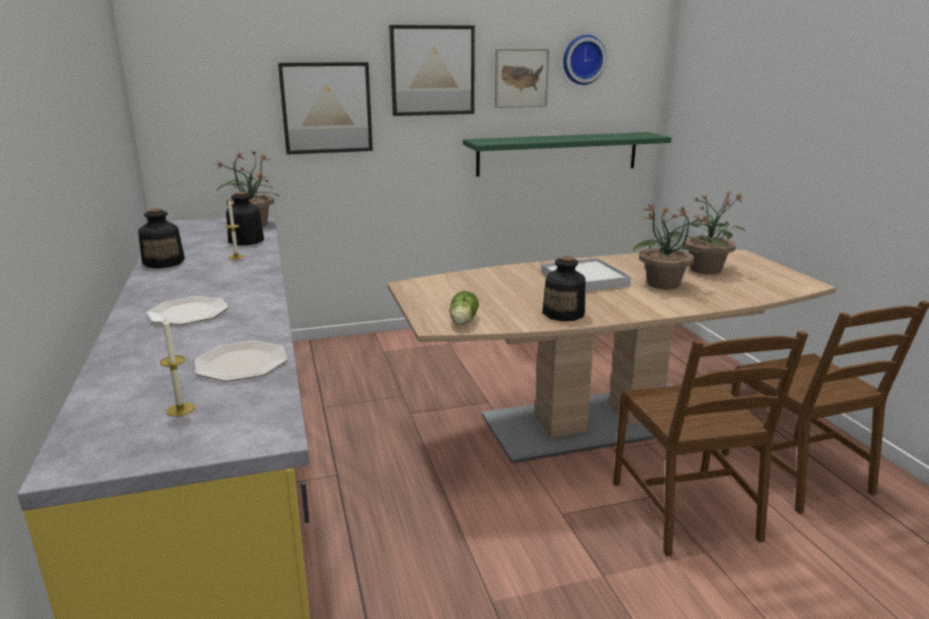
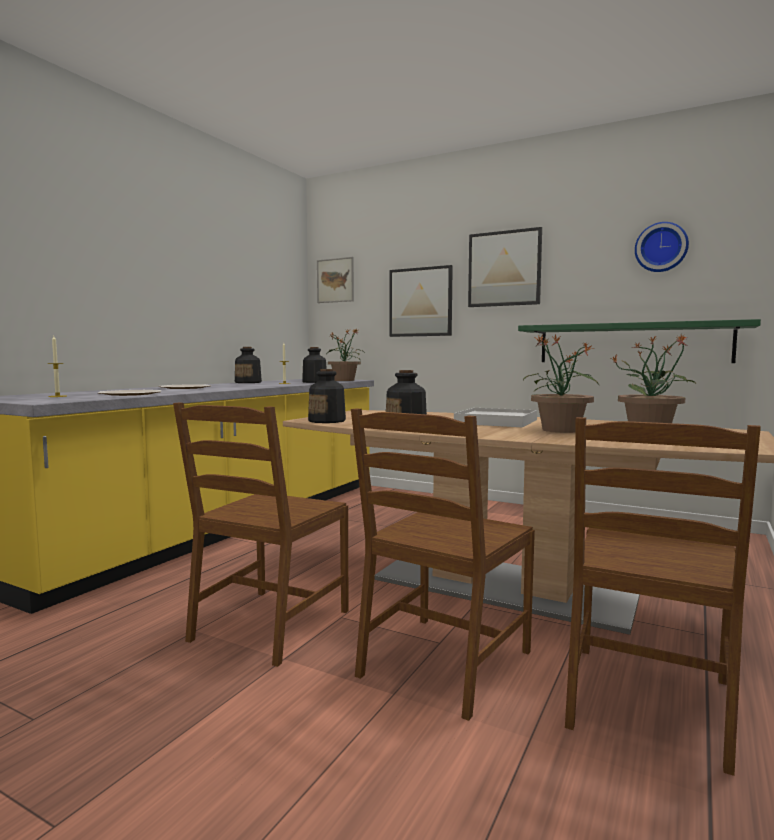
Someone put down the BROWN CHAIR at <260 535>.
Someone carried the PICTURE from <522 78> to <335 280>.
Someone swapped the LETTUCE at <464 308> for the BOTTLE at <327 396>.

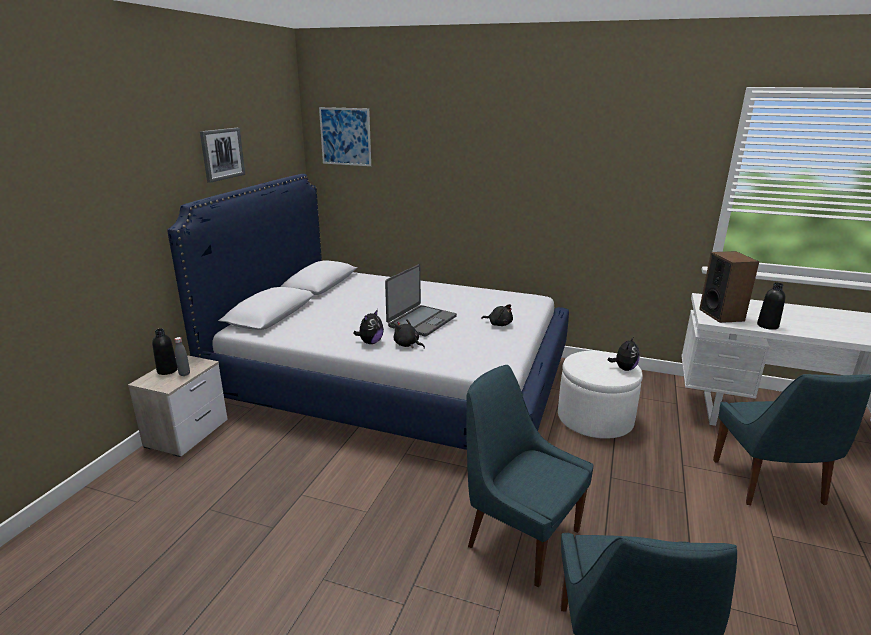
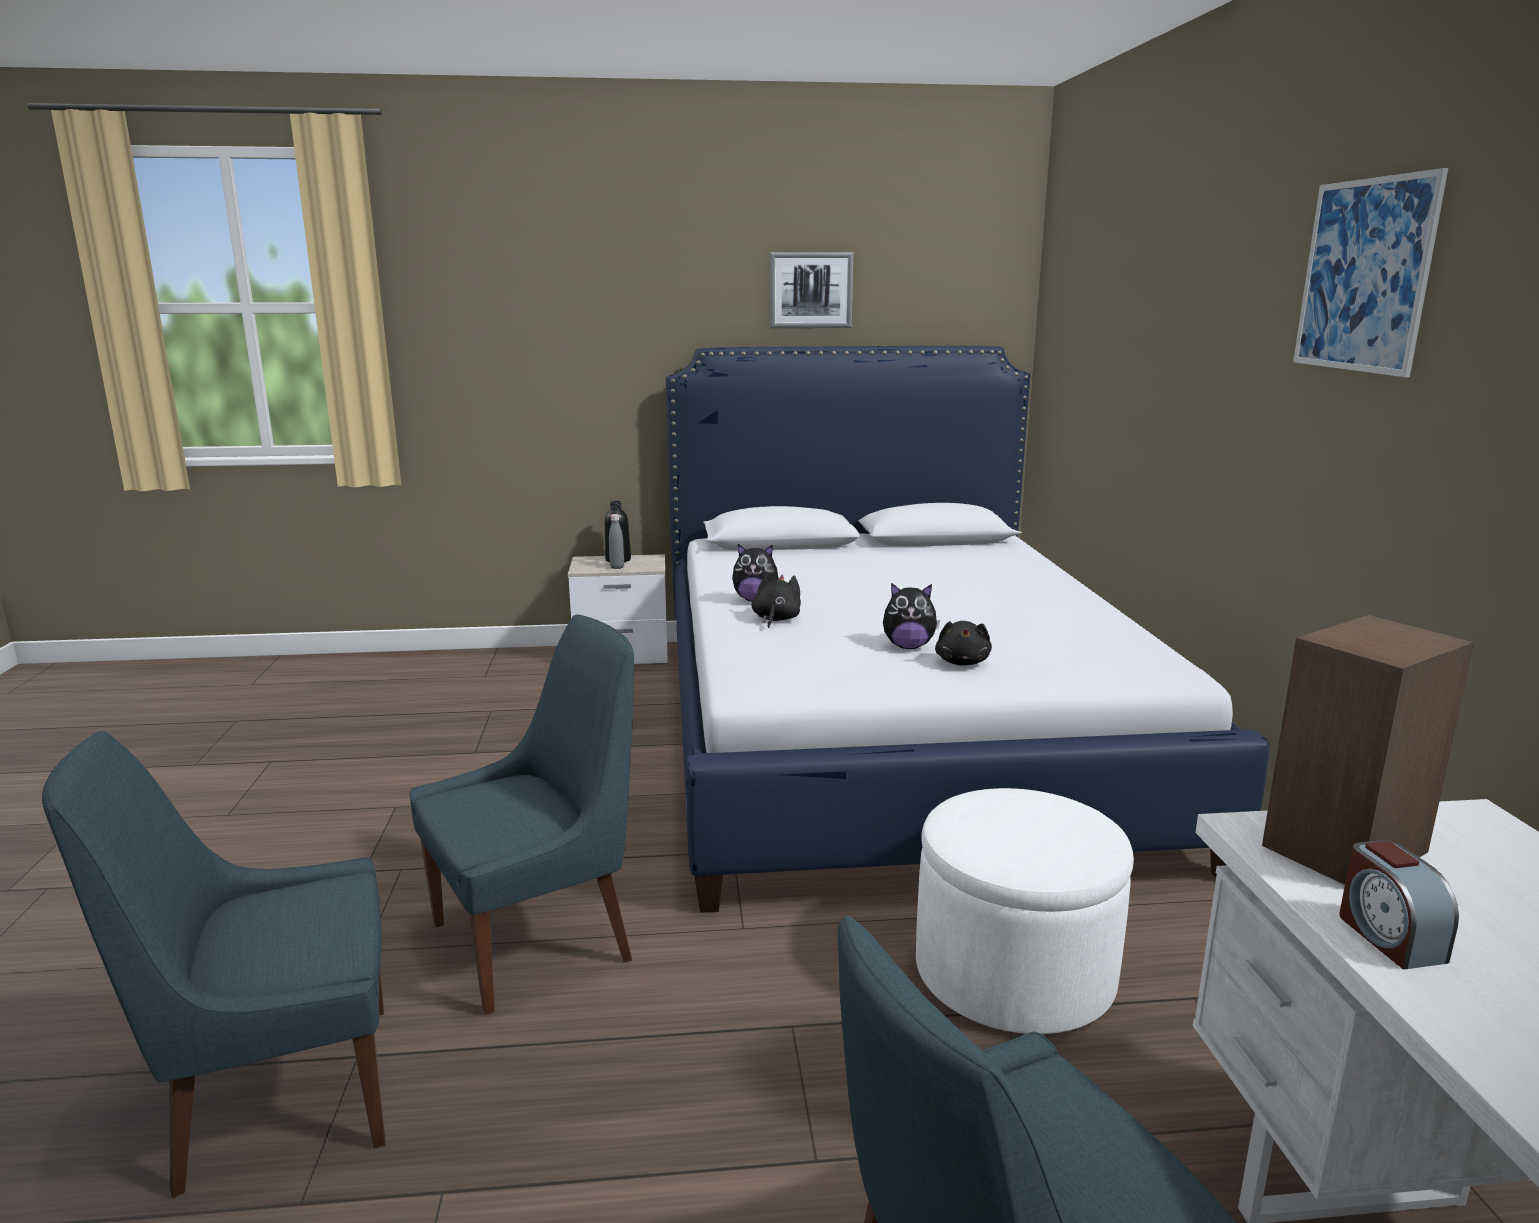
Someone took away the LAPTOP at <421 300>.
Someone carried the PICTURE from <345 136> to <1370 272>.
Someone carried the PLUSH TOY from <623 353> to <911 616>.
Someone swapped the BLACK BOTTLE at <771 306> for the ALARM CLOCK at <1399 905>.
Someone rotated the BLUE CHAIR at <530 476> by 45 degrees clockwise.

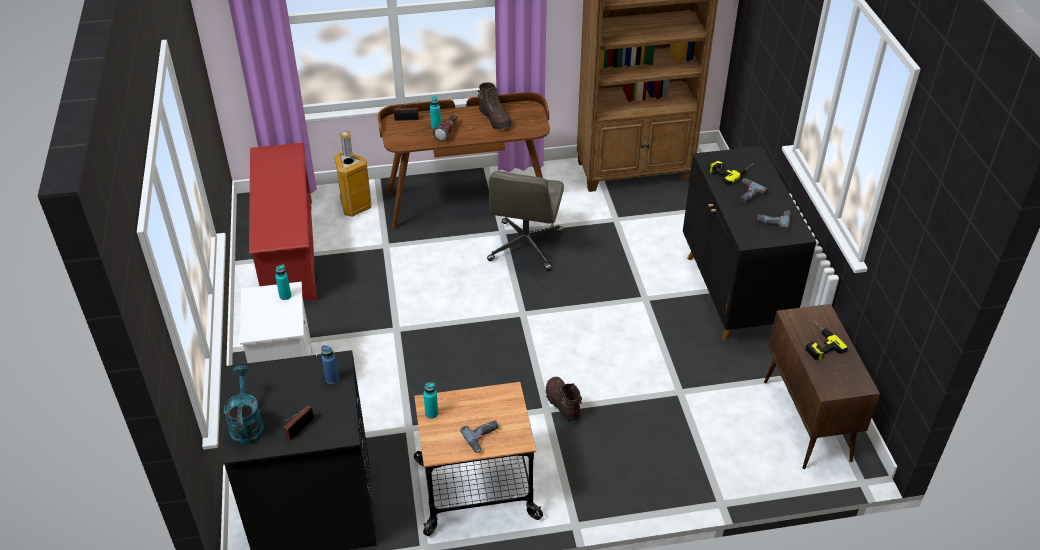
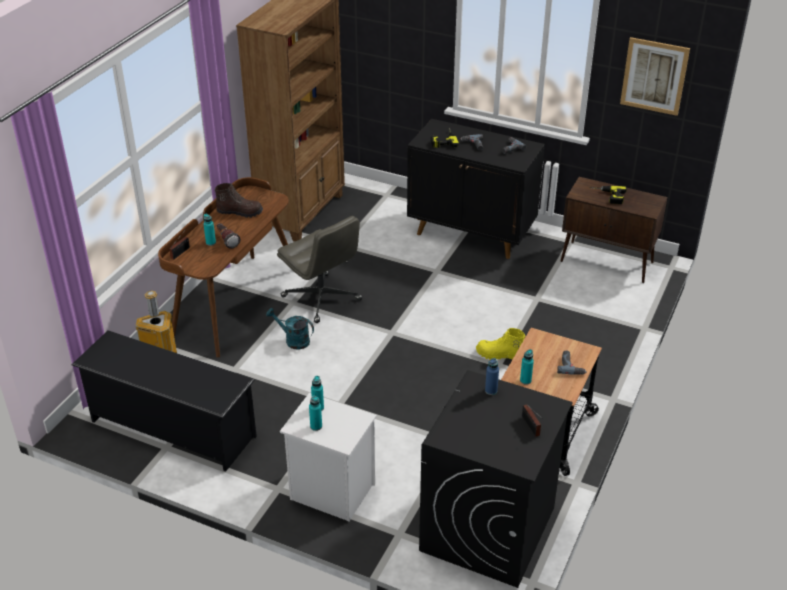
Someone put down the TURQUOISE BOTTLE at <315 413>.
Someone put up the PICTURE at <655 76>.
Someone carried the TURQUOISE WATERING CAN from <244 405> to <290 329>.
Someone repainted the RED SHOE RACK at <283 221>, which became the BLACK SHOE RACK at <164 401>.
Someone repainted the BROWN BOOT at <564 399>, which became the YELLOW BOOT at <500 344>.

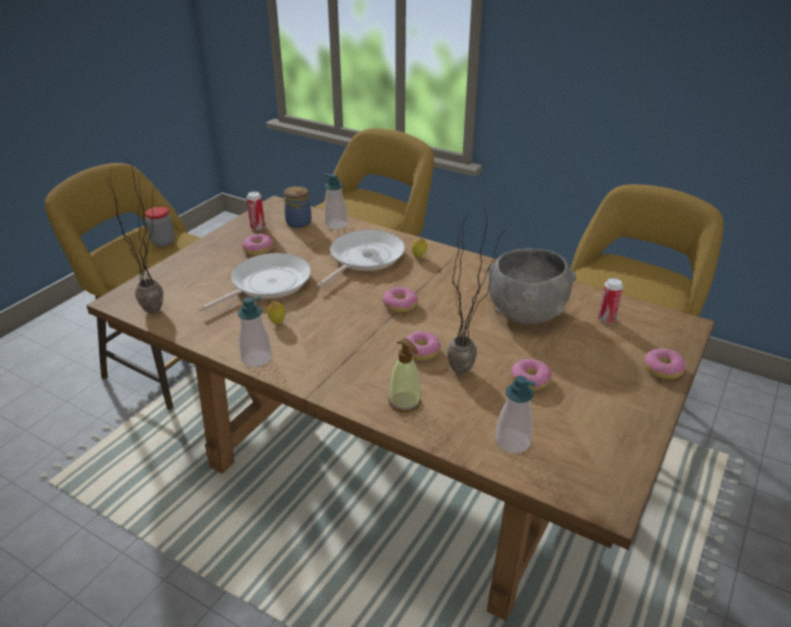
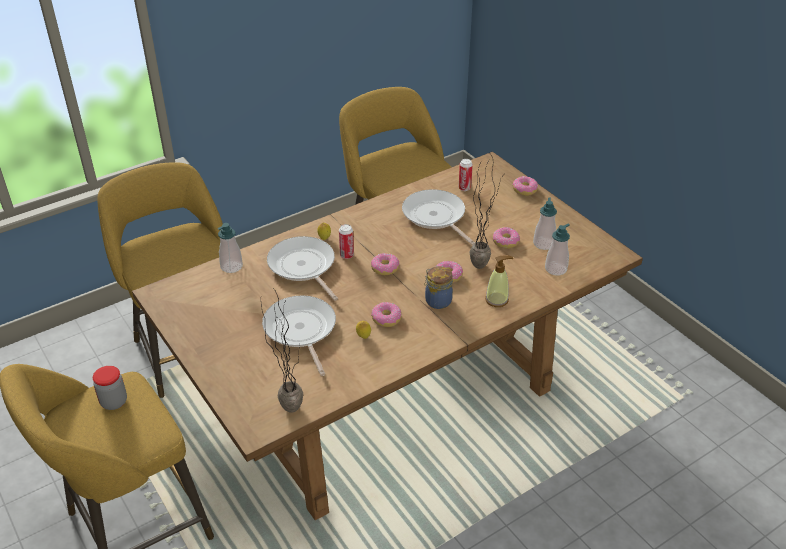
Someone carried the SOAP DISPENSER from <254 332> to <545 223>.
Someone carried the DONUT from <257 244> to <386 314>.
Someone carried the CAN from <256 210> to <346 241>.
Someone carried the JAR from <298 207> to <438 287>.
Someone swapped the GREY BOWL at <532 286> for the FRYING PAN at <438 217>.

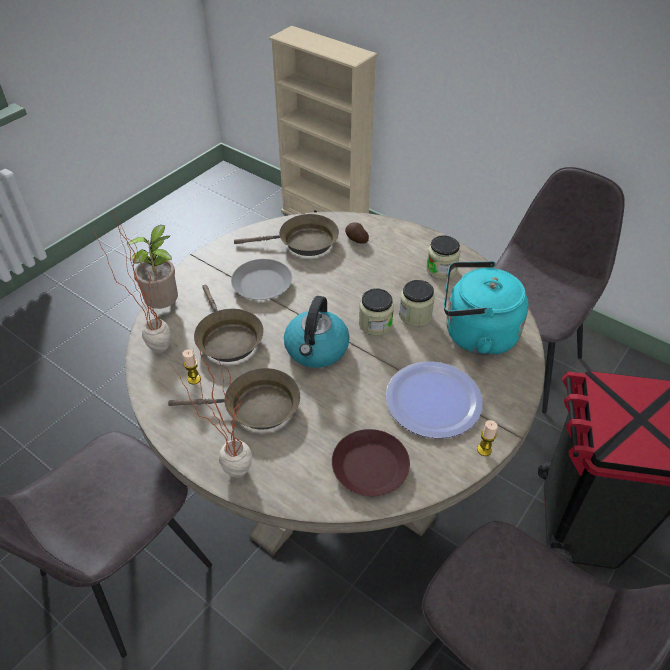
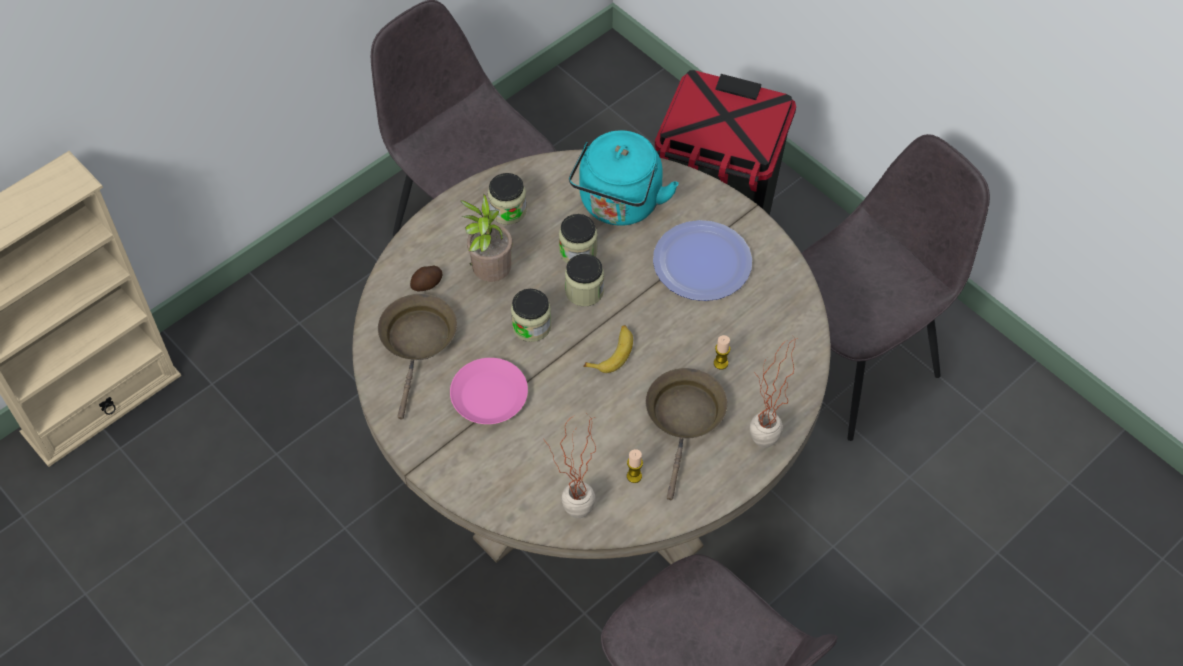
Someone took away the BROWN FRYING PAN at <229 323>.
Someone took away the BROWN PLATE at <371 462>.
Someone put down the JAR at <531 315>.
Someone carried the POTTED PLANT from <153 267> to <486 238>.
Someone carried the CANDLE from <487 438> to <722 352>.
Someone swapped the KETTLE at <317 332> for the BANANA at <608 349>.
Someone repainted the GREY PLATE at <261 279>, which became the PINK PLATE at <489 391>.

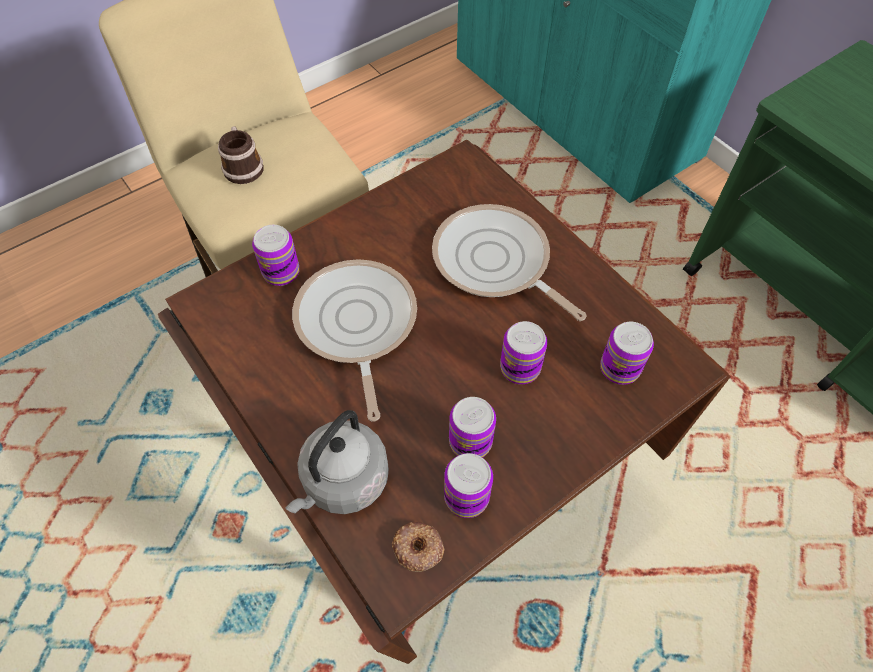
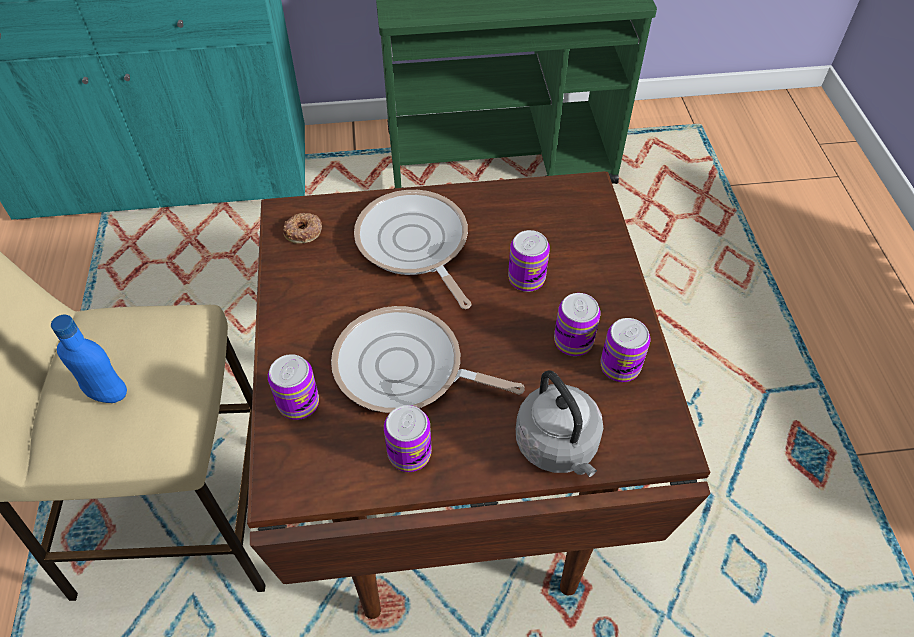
Someone carried the DONUT from <418 547> to <302 228>.
Someone carried the CAN from <627 353> to <408 438>.
Someone swapped the MUG at <241 155> for the BLUE BOTTLE at <89 359>.
Someone rotated the FRYING PAN at <509 262> by 75 degrees clockwise.

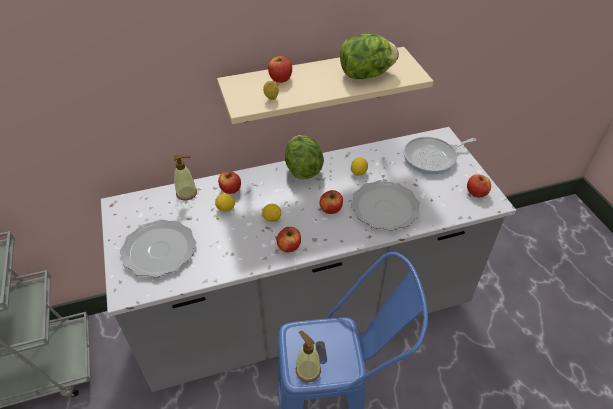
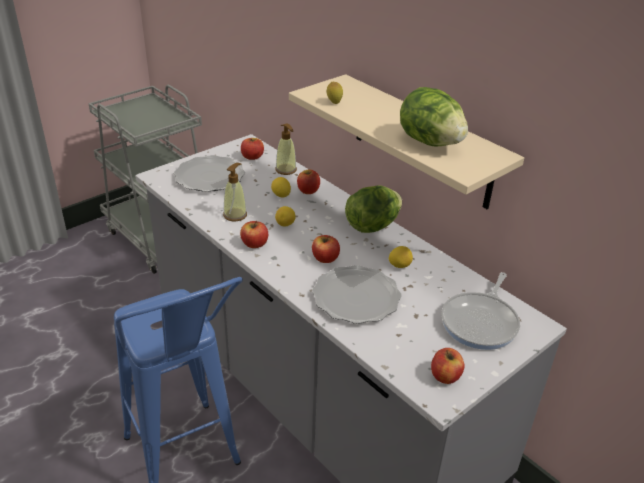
Someone carried the APPLE from <280 69> to <252 149>.
Someone carried the SOAP DISPENSER from <308 356> to <235 192>.
Someone rotated the FRYING PAN at <440 156> by 105 degrees counterclockwise.

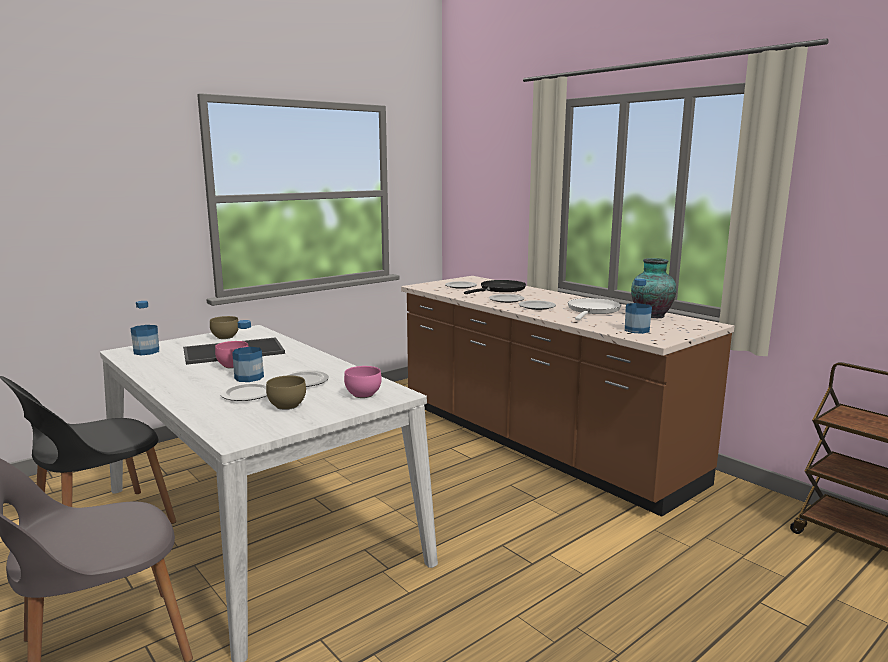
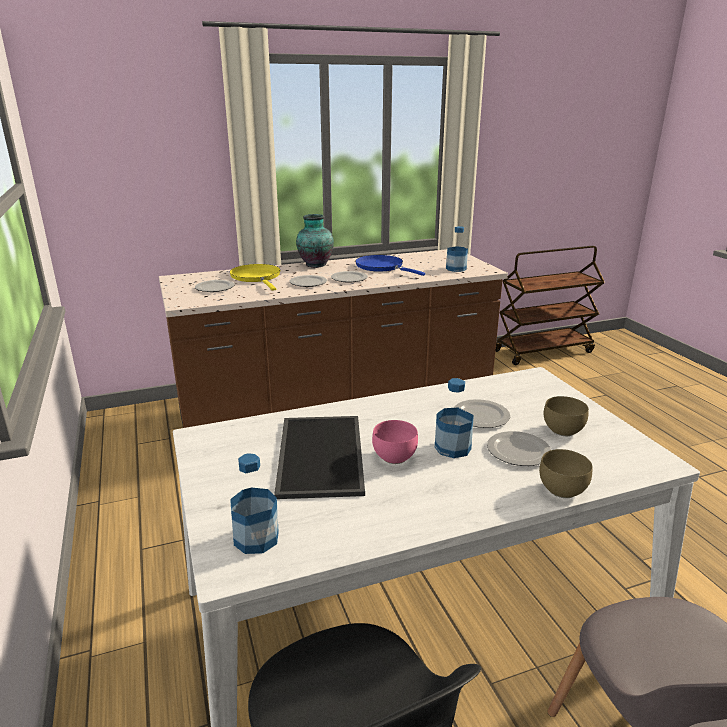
Someone took away the PINK BOWL at <363 382>.
Someone carried the BROWN BOWL from <224 327> to <566 473>.
Someone carried the VASE from <653 288> to <315 241>.
Someone repainted the BLACK FRYING PAN at <495 287>, which became the YELLOW FRYING PAN at <254 277>.
Someone repainted the WHITE FRYING PAN at <594 309>, which became the BLUE FRYING PAN at <390 265>.

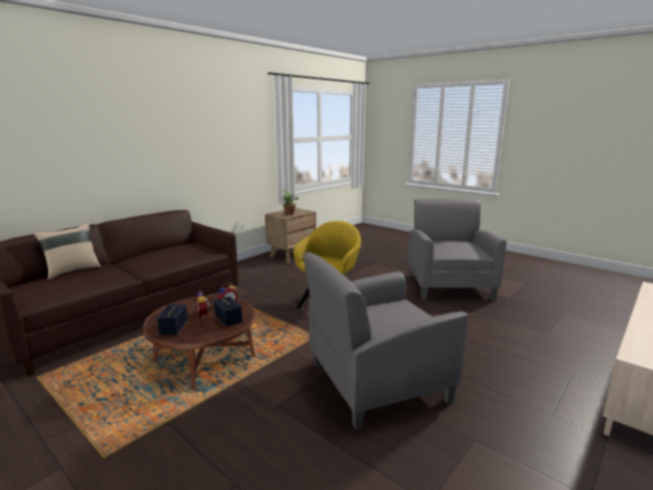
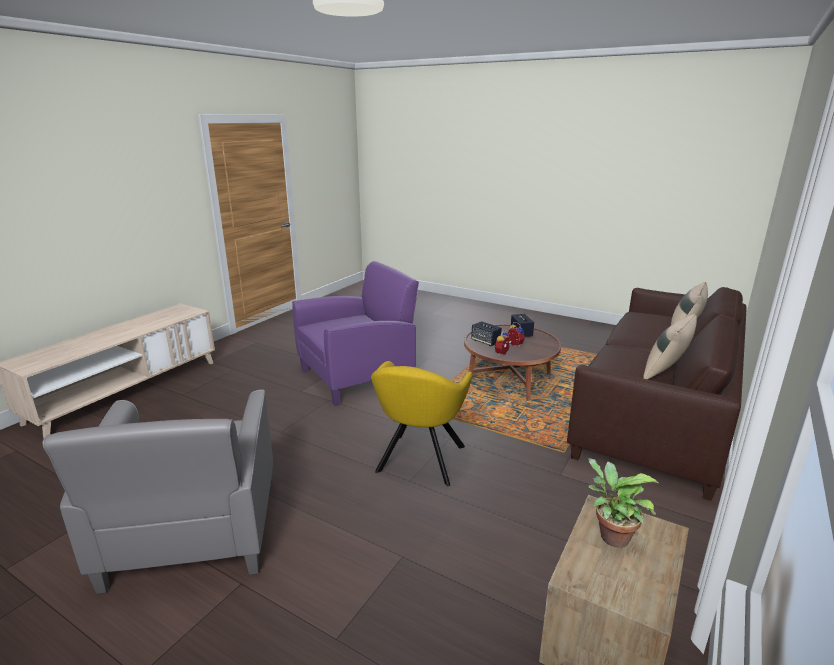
Someone put down the BEIGE PILLOW at <670 346>.
Someone repainted the GREY ARMCHAIR at <385 341>, which became the PURPLE ARMCHAIR at <355 333>.

